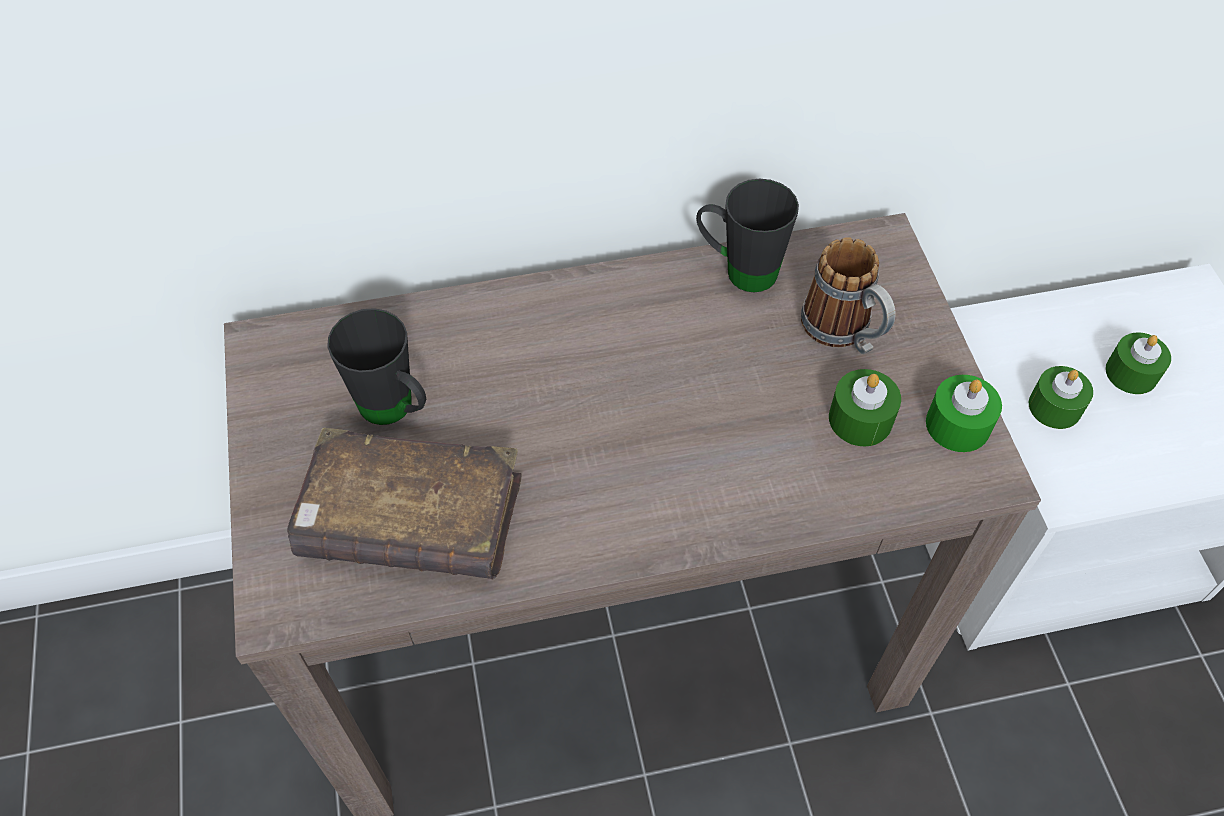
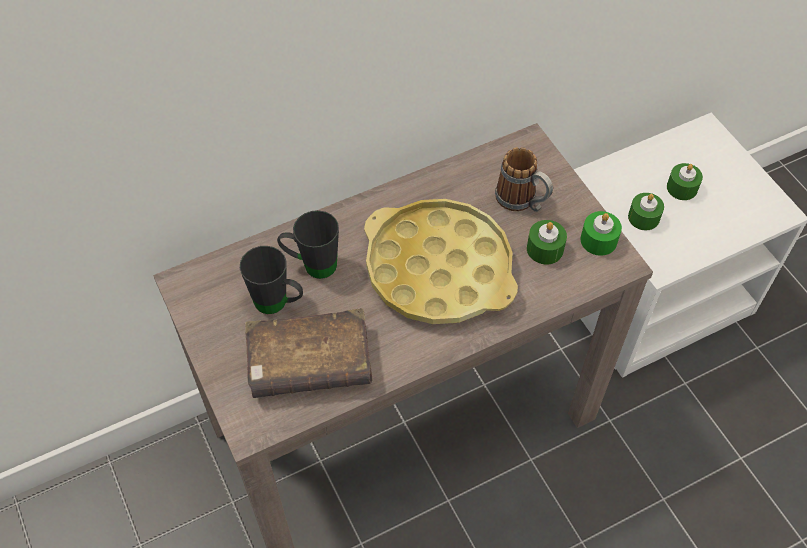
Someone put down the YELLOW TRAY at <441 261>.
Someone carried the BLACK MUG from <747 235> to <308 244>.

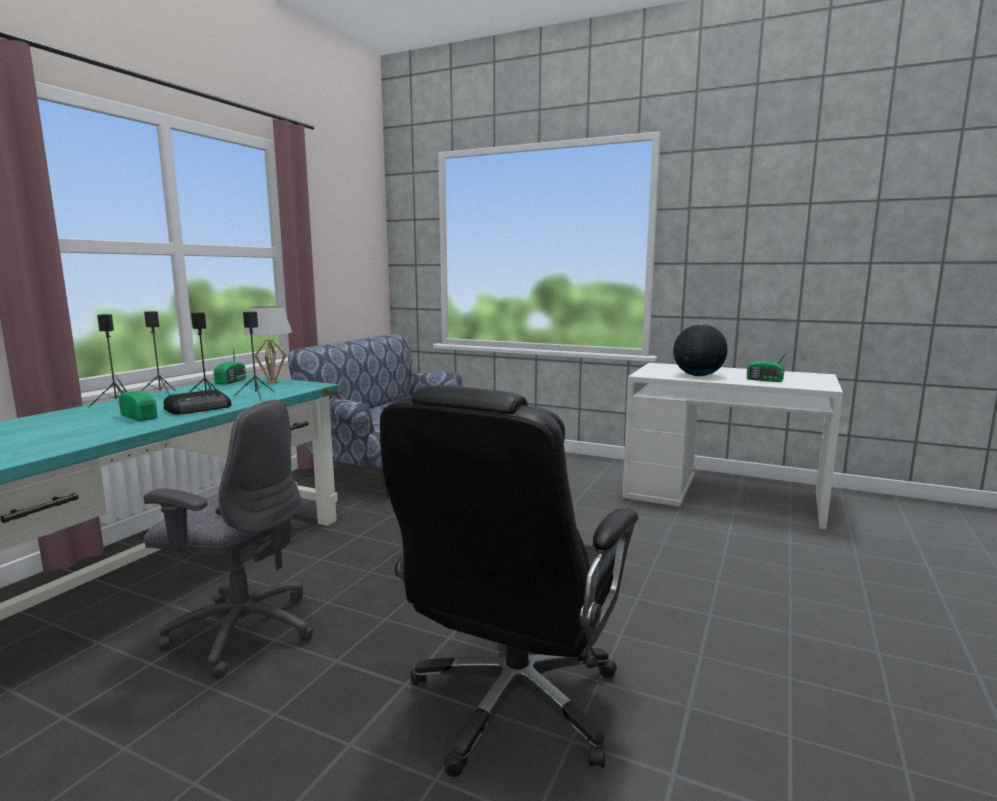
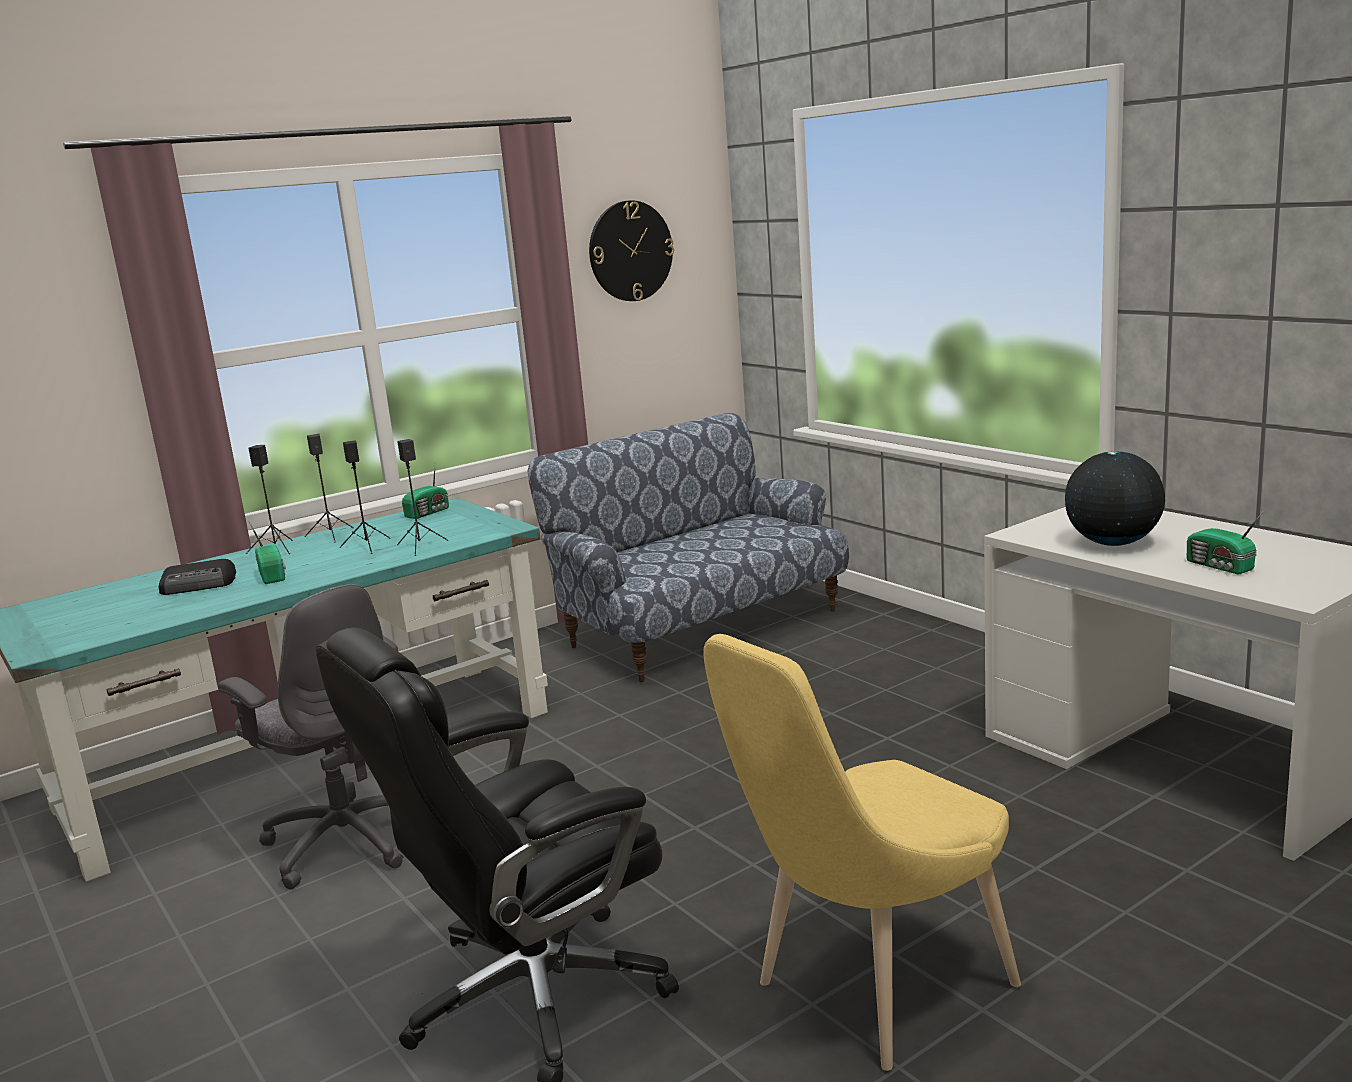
Someone took away the WHITE TABLE LAMP at <268 344>.
Someone put up the WALL CLOCK at <631 250>.
Someone put down the YELLOW CHAIR at <862 852>.
Someone carried the RADIO from <197 402> to <197 577>.

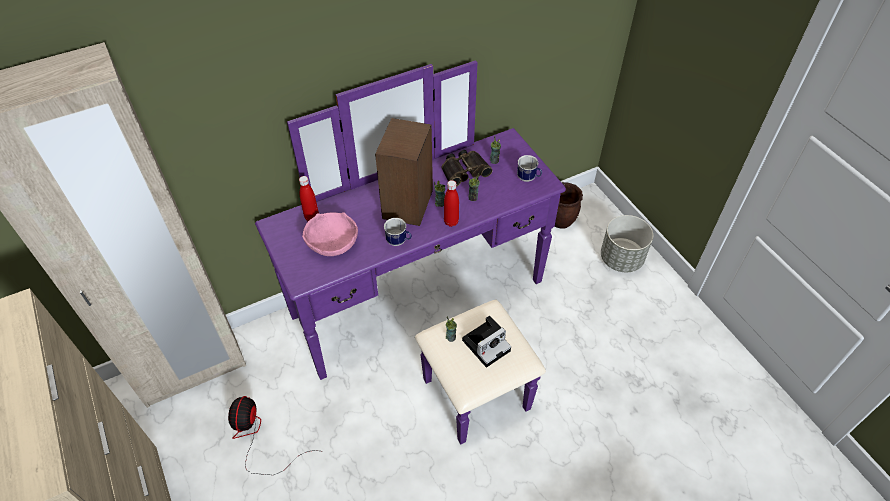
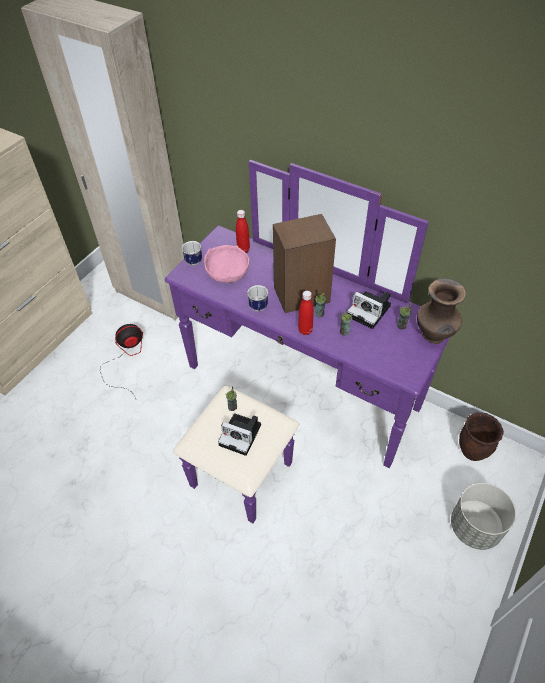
Someone put down the BROWN VASE at <441 311>.
Someone carried the MUG from <529 168> to <192 253>.
Someone swapped the BINOCULARS at <467 168> for the PHOTO CAMERA at <369 310>.

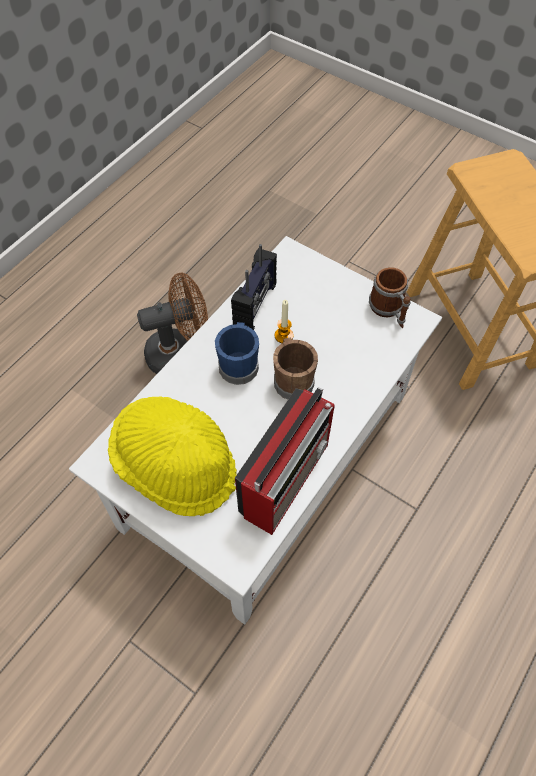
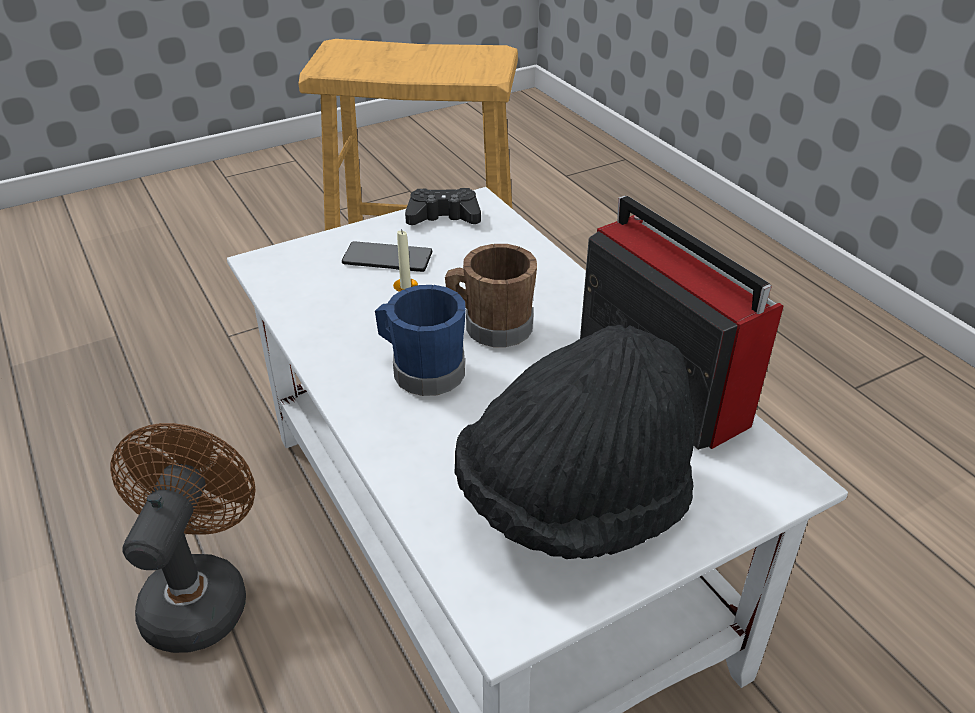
Someone took away the RADIO at <254 287>.
Someone put down the PHONE at <387 256>.
Someone swapped the MUG at <390 297> for the BLACK GAME CONTROLLER at <443 206>.
Someone repainted the YELLOW HAT at <172 456>, which became the BLACK HAT at <575 442>.

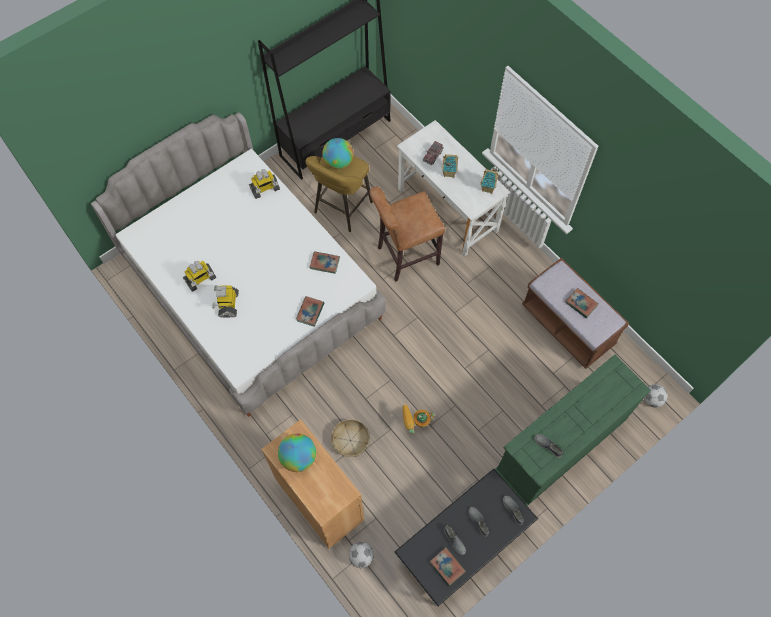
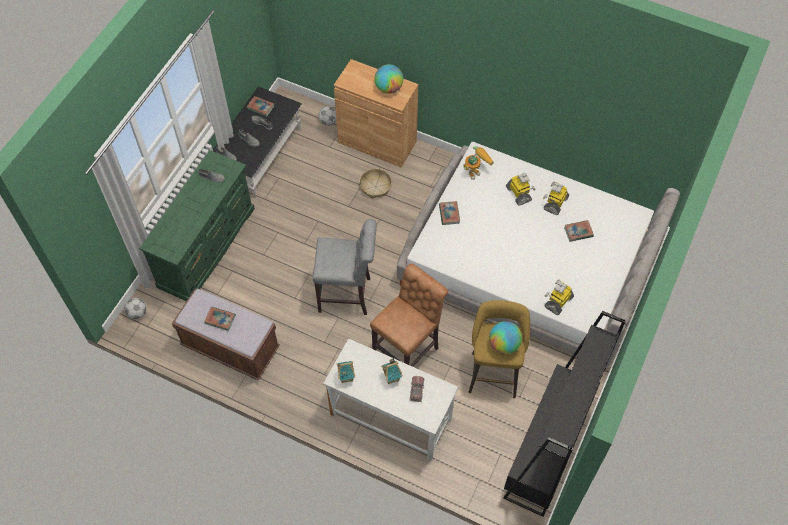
Someone put down the GREY STOOL at <345 267>.
Someone carried the BOOK from <325 262> to <579 231>.
Someone carried the TOY ROBOT from <418 419> to <479 163>.

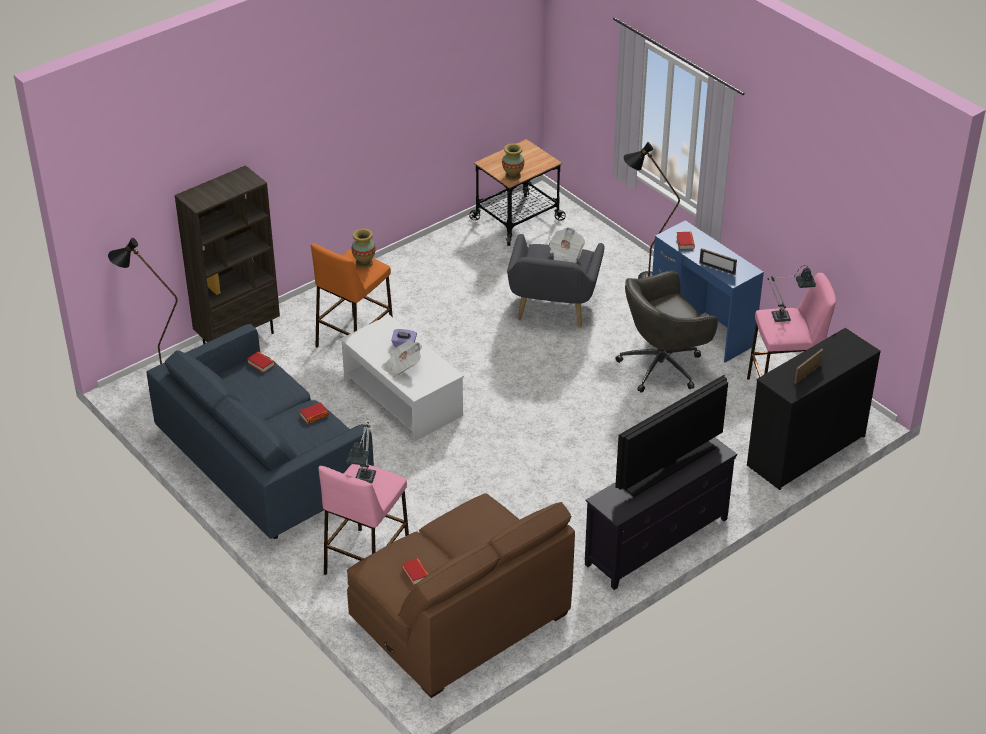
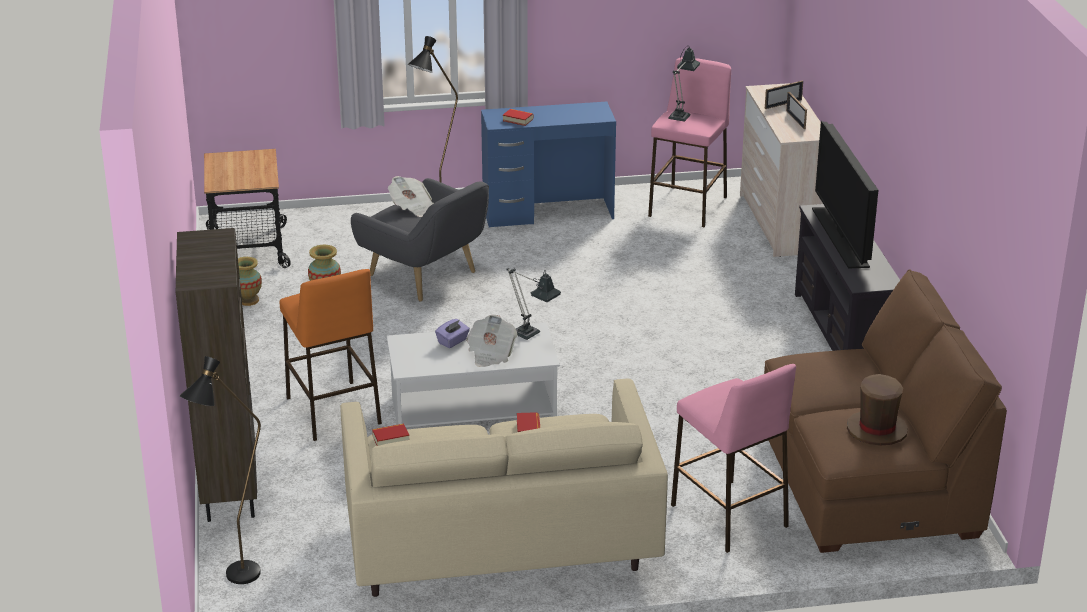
Someone took away the GREY OFFICE CHAIR at <666 332>.
Someone carried the TABLE LAMP from <361 452> to <534 304>.
Someone carried the VASE from <513 162> to <250 281>.
Someone carried the PICTURE FRAME from <718 261> to <784 95>.
Someone swapped the BOOK at <415 572> for the BROWN HAT at <877 410>.
Someone repainted the BLUE SOFA at <260 431>, which became the BEIGE SOFA at <504 488>.
Someone repainted the BLACK DRESSER at <814 409>, which became the BEIGE DRESSER at <781 170>.

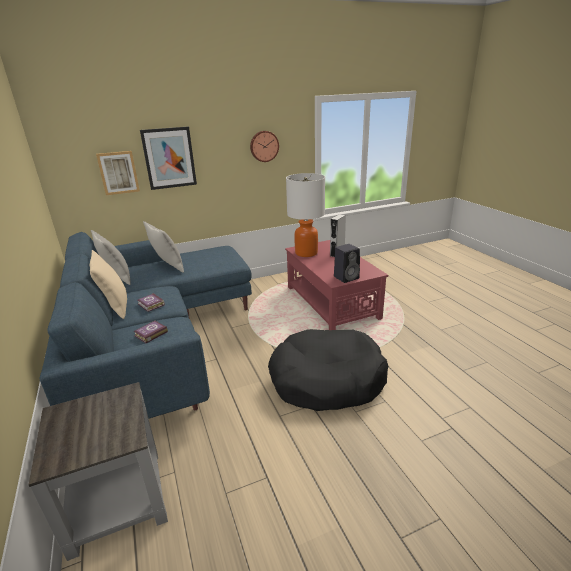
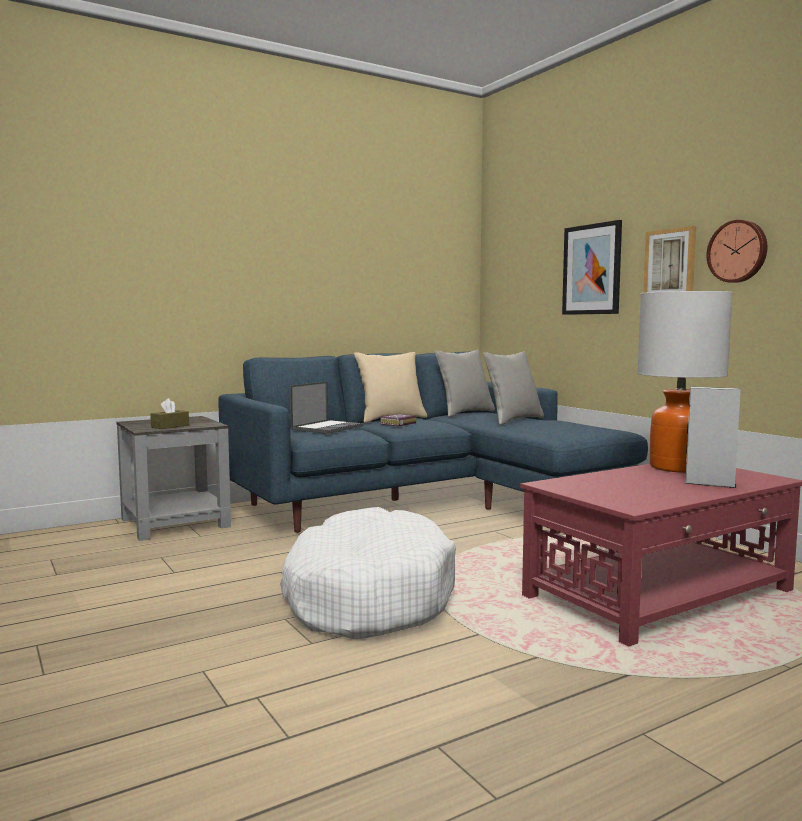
Someone took away the BLACK SPEAKER at <347 263>.
Someone put down the BROWN TISSUE BOX at <169 413>.
Someone carried the PICTURE from <118 173> to <669 259>.
Someone swapped the BOOK at <151 332> for the LAPTOP at <326 407>.
Someone repainted the BLACK DOG BED at <328 370>, which became the WHITE DOG BED at <368 573>.

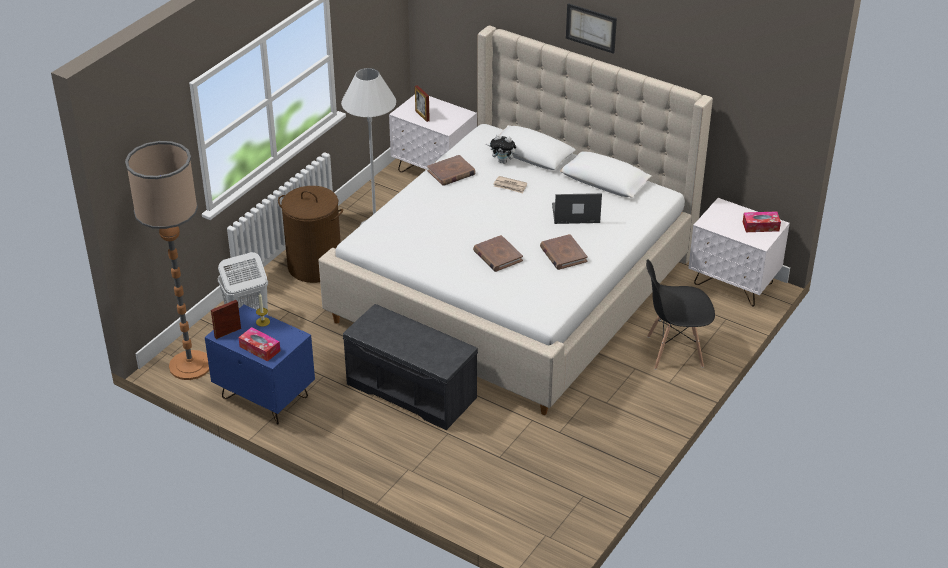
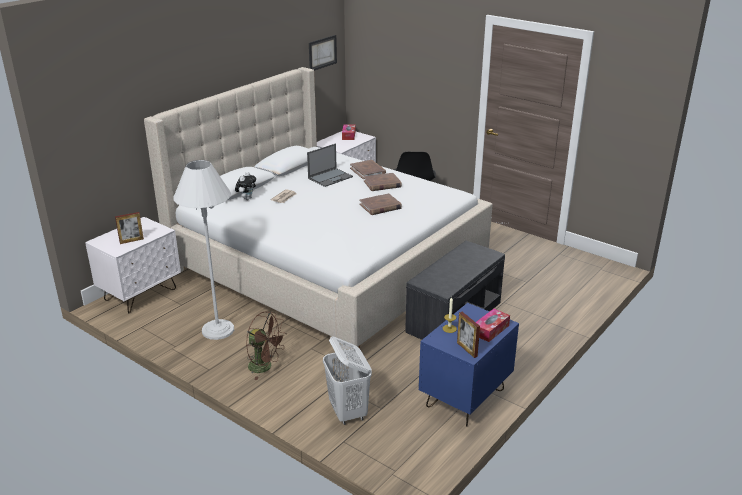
Someone took away the FLOOR LAMP at <167 260>.
Someone carried the BROWN BOOK from <451 170> to <368 169>.
Someone carried the PICTURE from <591 28> to <323 53>.
Someone swapped the BROWN LAUNDRY BASKET at <310 234> for the BROWN FAN at <266 345>.
Someone rotated the LAPTOP at <577 208> by 135 degrees counterclockwise.

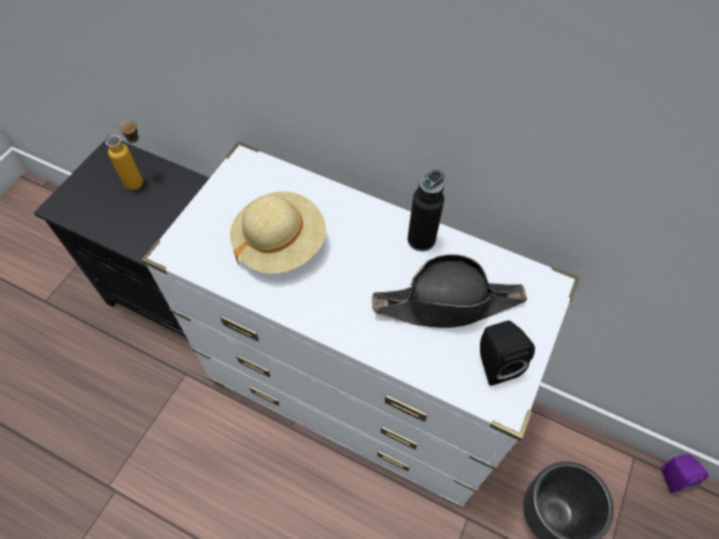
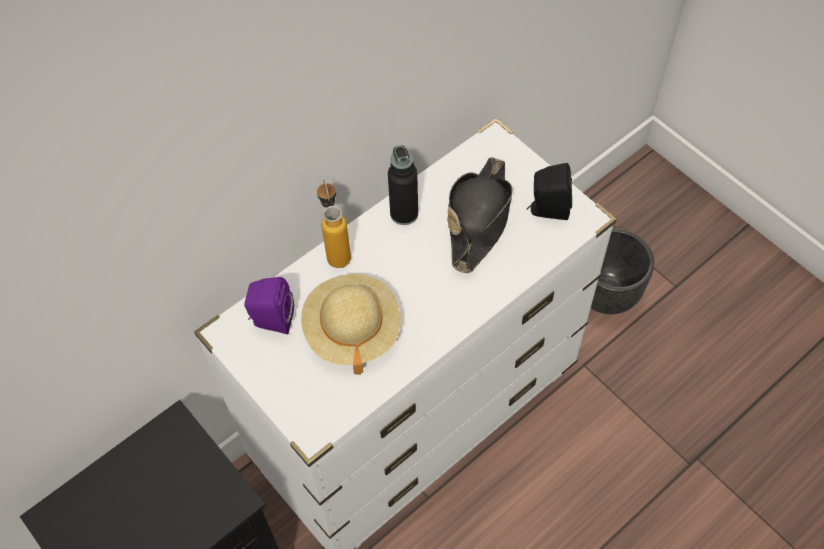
Someone carried the BOTTLE from <124 155> to <334 224>.
Someone carried the PURPLE SPEAKER from <684 473> to <269 305>.

